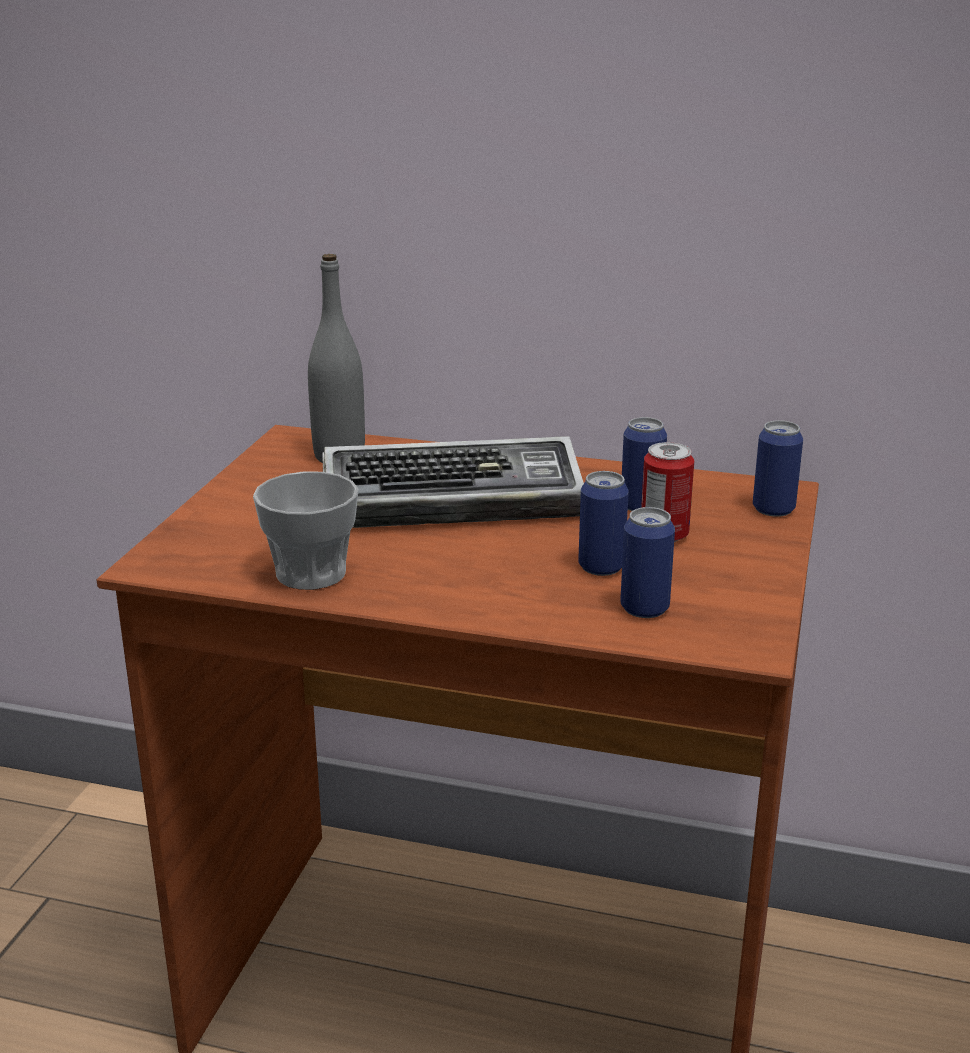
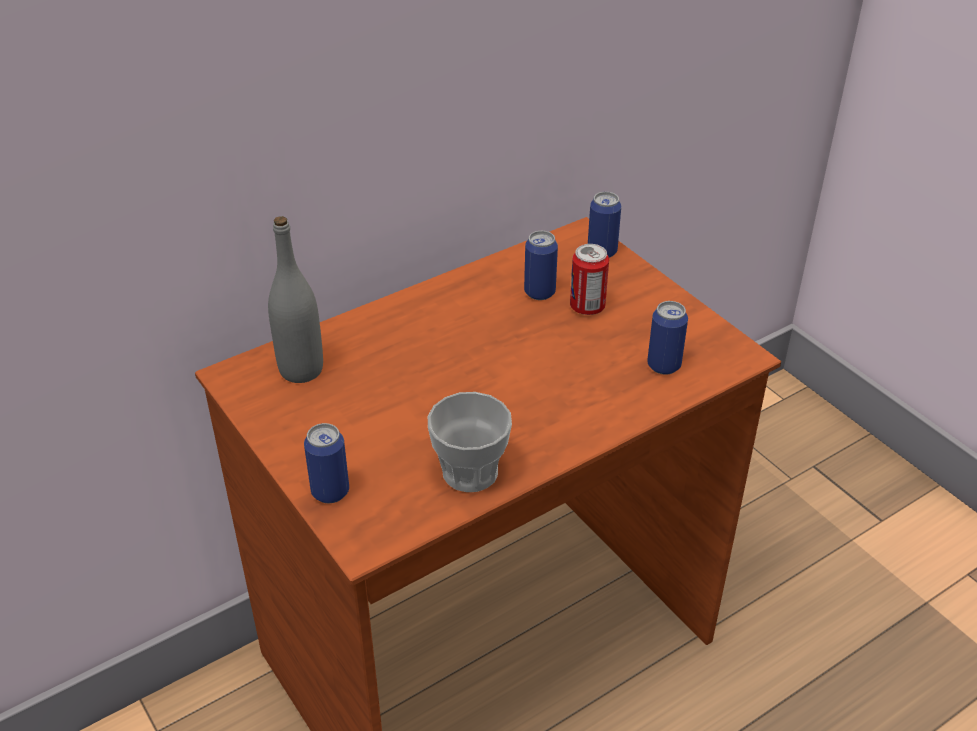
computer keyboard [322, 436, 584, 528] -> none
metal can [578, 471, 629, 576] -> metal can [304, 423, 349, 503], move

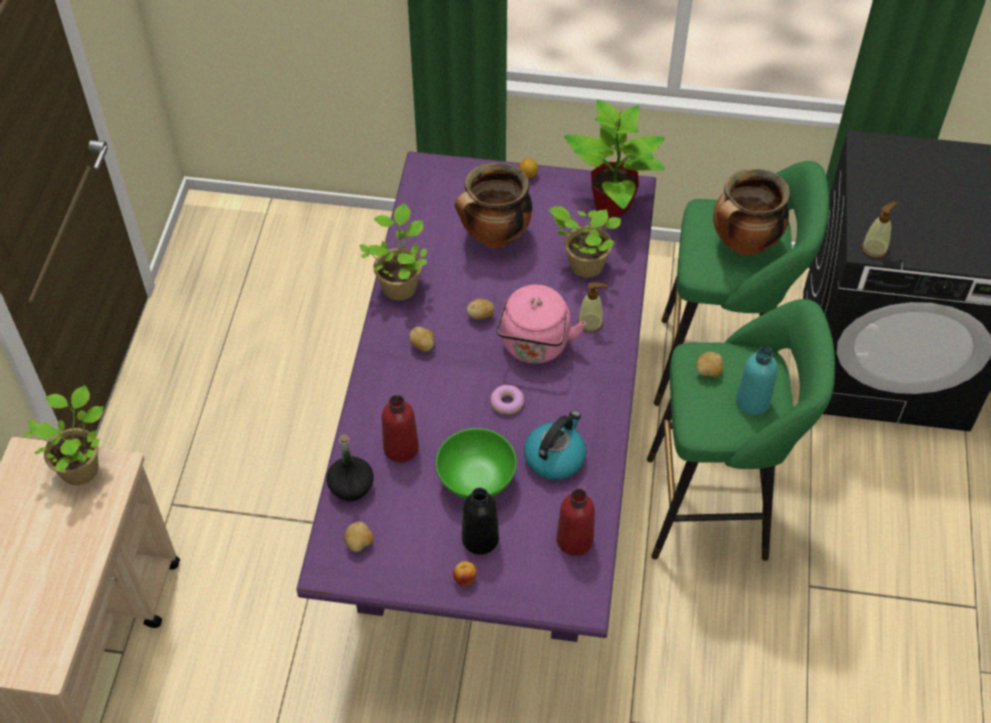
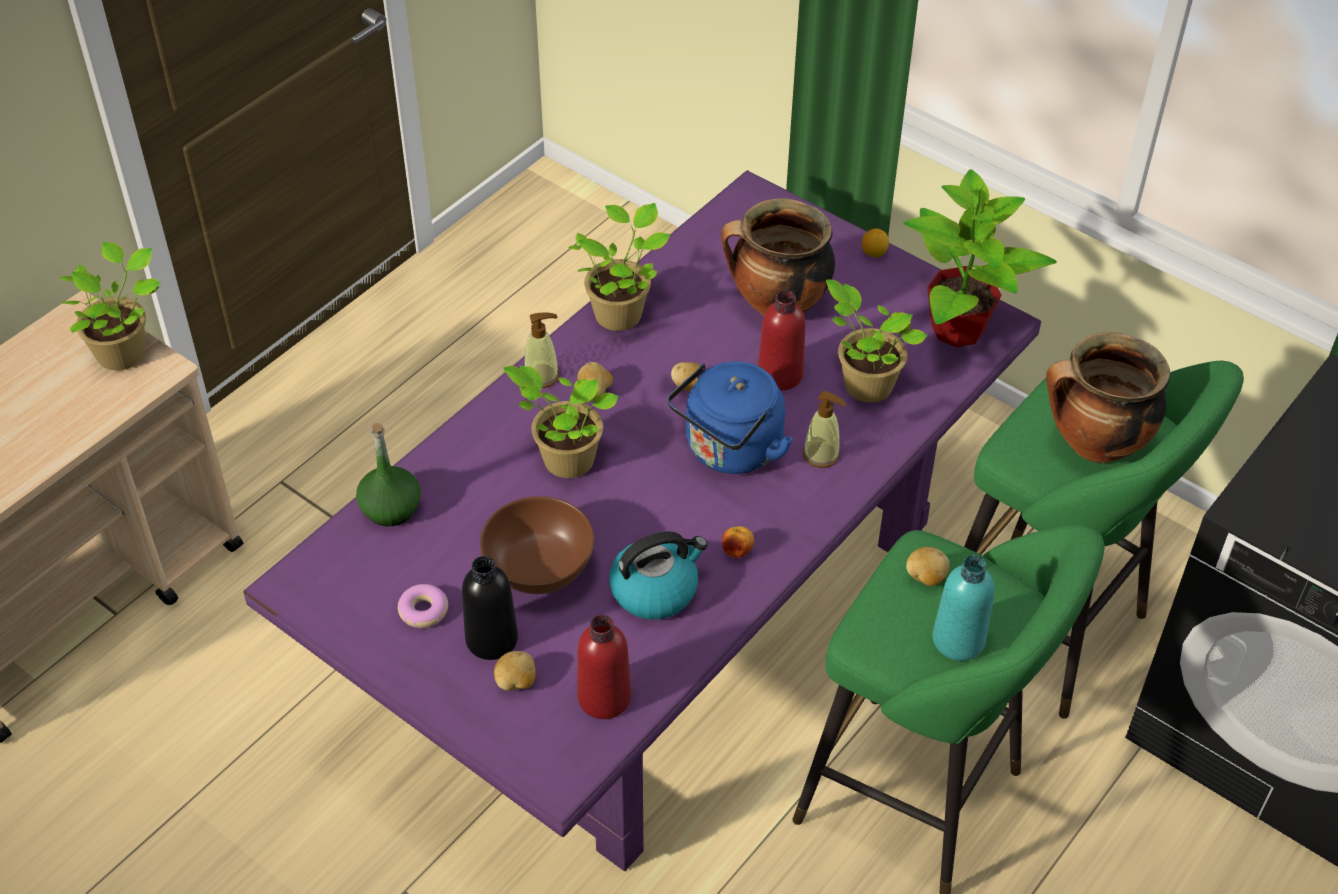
none -> potted plant [503, 366, 618, 478]
potato [344, 522, 373, 552] -> potato [494, 651, 536, 691], move
beverage bottle/reddish [382, 395, 419, 463] -> beverage bottle/reddish [758, 290, 806, 391], move
whole apple [453, 561, 477, 586] -> whole apple [722, 526, 754, 558], move
ring doughnut [491, 385, 524, 415] -> ring doughnut [398, 584, 448, 628], move
soap bottle [862, 201, 897, 258] -> soap bottle [524, 312, 559, 388], move
beverage bottle/black [327, 434, 374, 501] -> beverage bottle/greenish [356, 423, 421, 526]
deep dish/greenish [436, 428, 517, 499] -> deep dish/brownish [480, 496, 595, 594]
water kettle/pinkish [496, 285, 586, 364] -> water kettle/blue [668, 361, 793, 474]

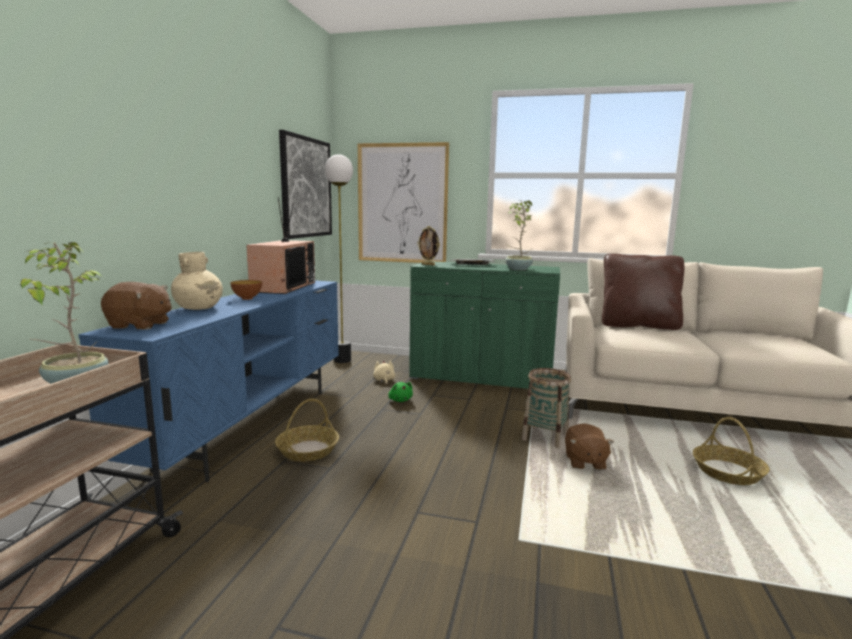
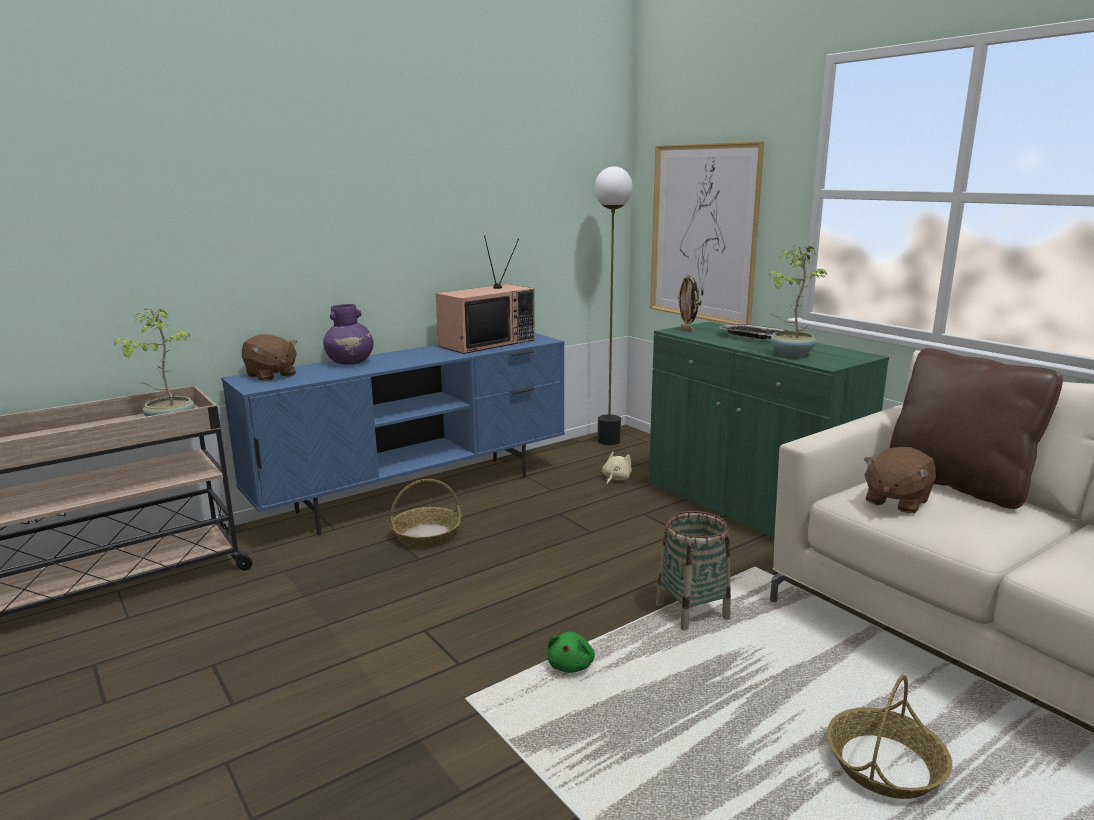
deep dish [230, 280, 262, 300] -> none
wall art [279, 130, 332, 239] -> none
plush toy/greenish [388, 382, 413, 402] -> plush toy/greenish [547, 632, 595, 673], move
plush toy/brownish [565, 423, 614, 470] -> plush toy/brownish [863, 447, 936, 514], move
vase/beige [171, 252, 223, 310] -> vase/purple-coloured [323, 304, 374, 364]

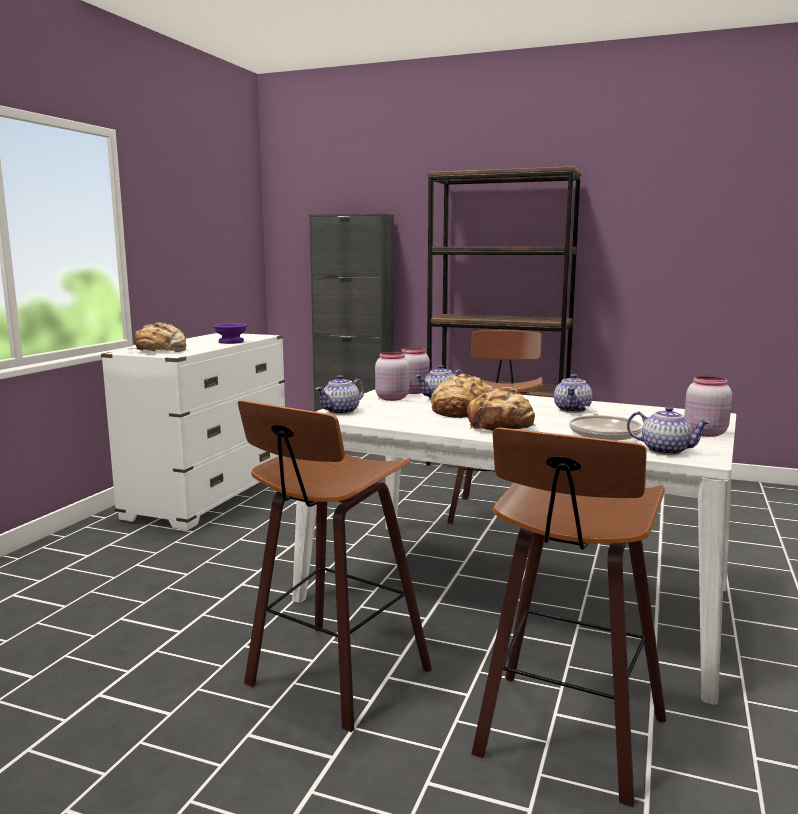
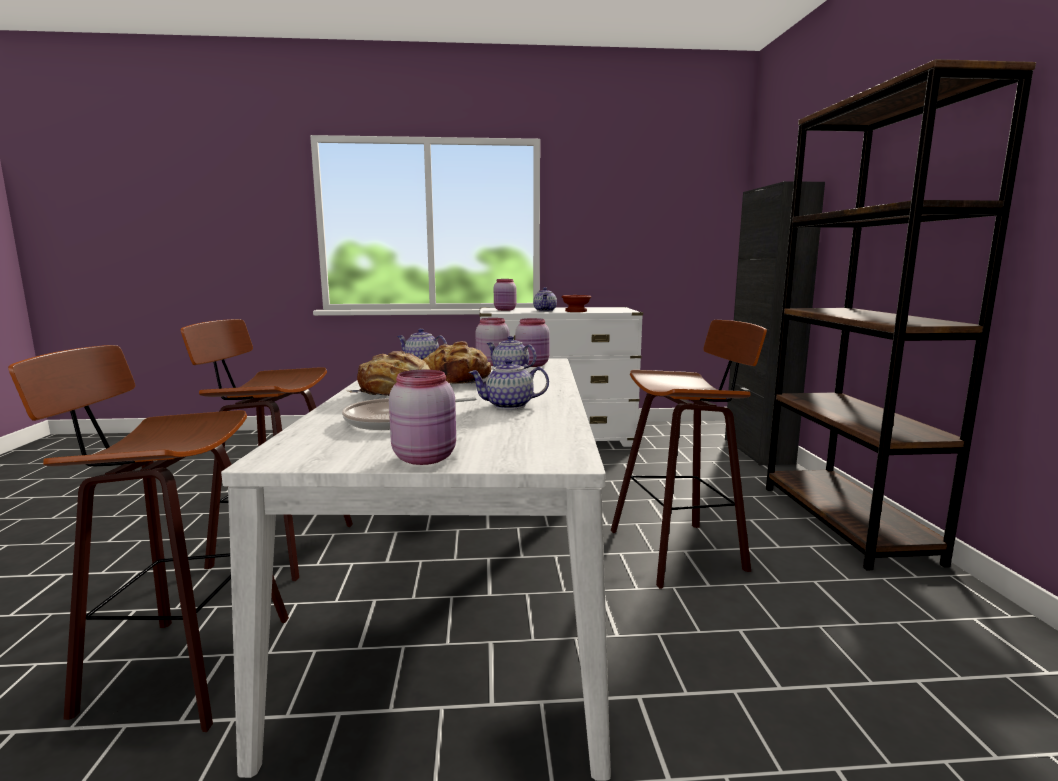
teapot [627, 406, 711, 455] -> teapot [533, 287, 557, 312], move
baked bread [126, 322, 186, 352] -> jar/pinkish [494, 279, 517, 311]
deep dish/purple-coloured [213, 323, 248, 344] -> deep dish/brownish [562, 295, 591, 312]

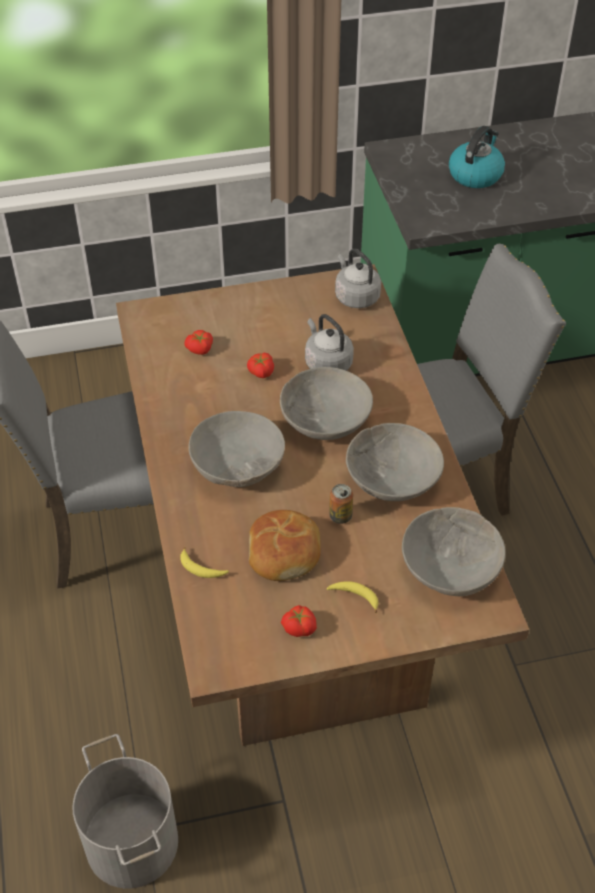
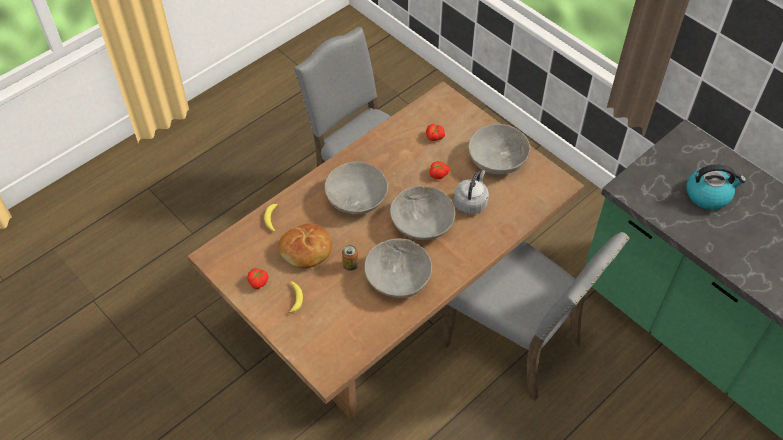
water bucket/greyish [72, 734, 178, 889] -> none
water kettle/greyish [335, 248, 381, 308] -> none
deep dish/greyish [402, 507, 506, 596] -> deep dish/greyish [468, 124, 530, 175], move

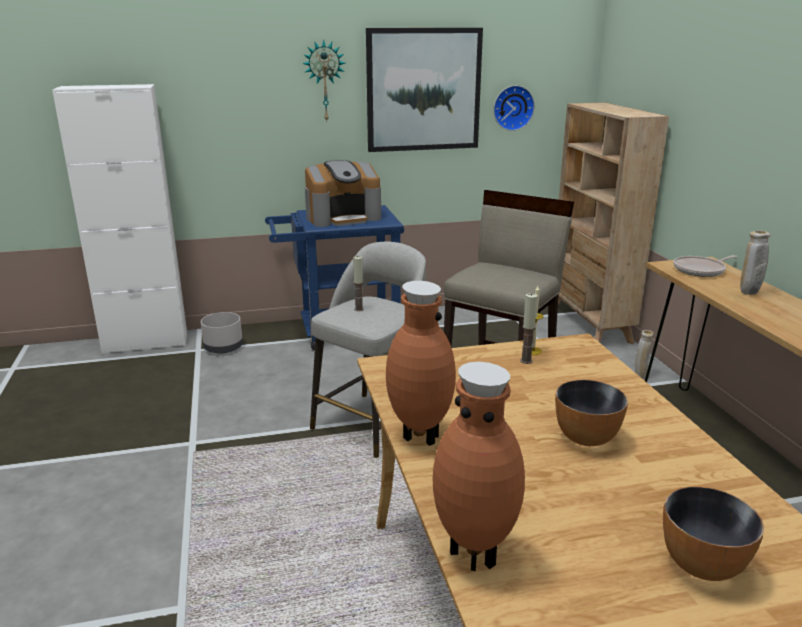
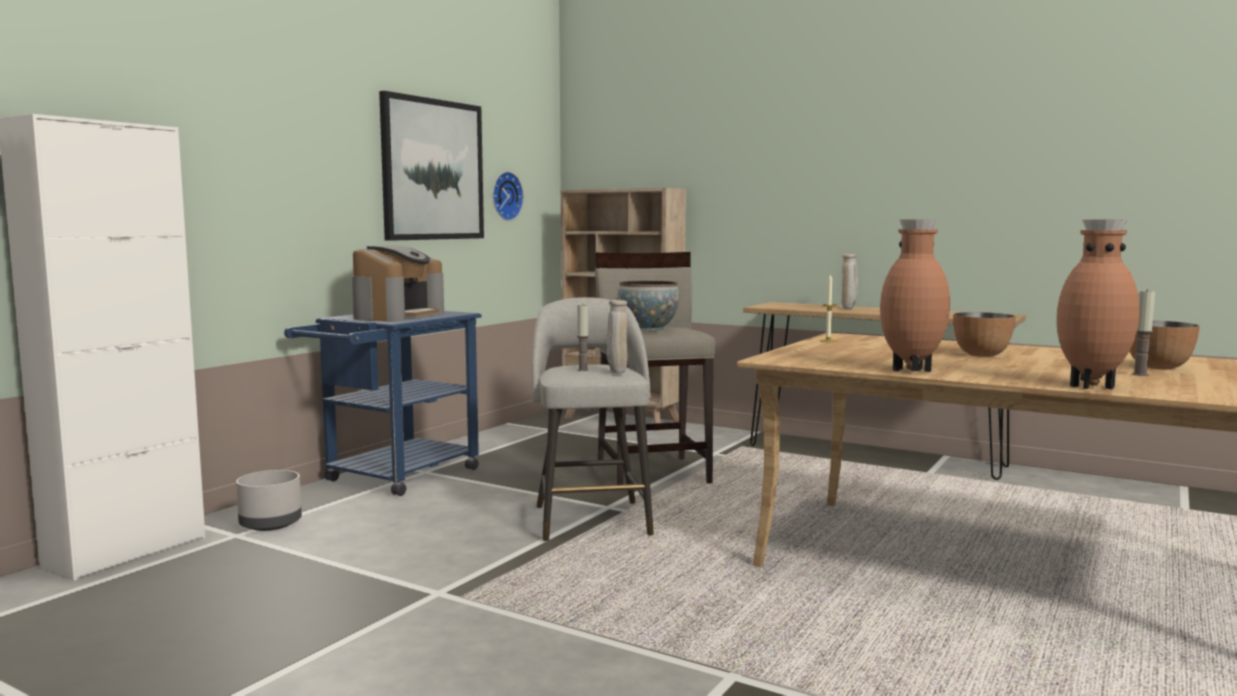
wall clock [302, 39, 345, 122] -> none
skillet [673, 255, 737, 277] -> none
none -> deep dish [618, 281, 679, 332]
wax light [520, 293, 538, 364] -> wax light [1132, 289, 1155, 376], move
vase/beige [635, 330, 654, 379] -> vase/beige [607, 299, 628, 374], move

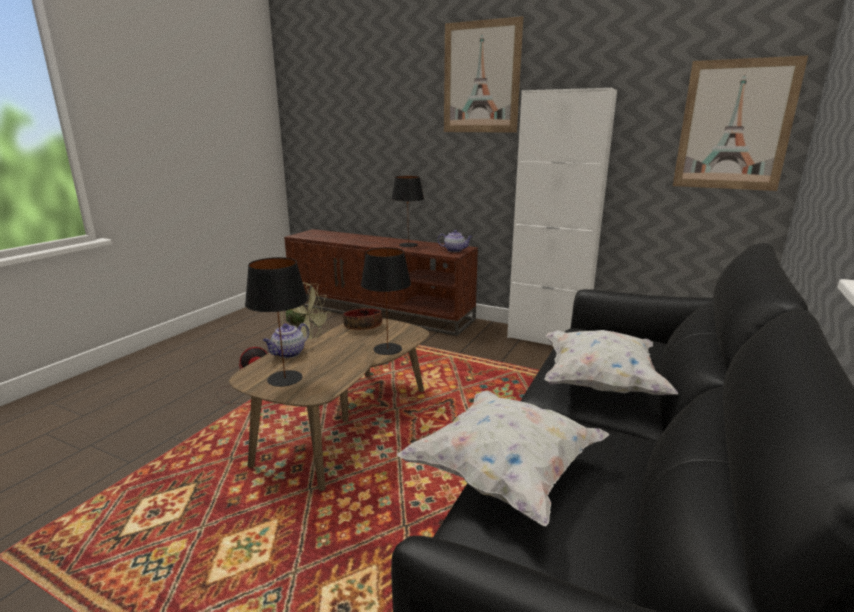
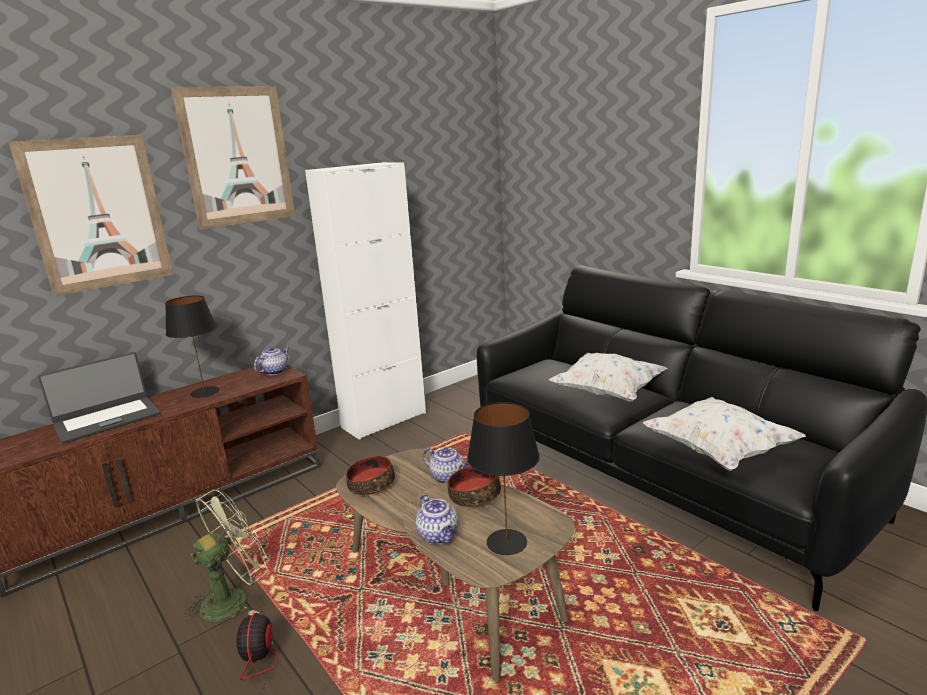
none -> laptop [38, 352, 160, 444]
none -> deep dish [448, 466, 501, 507]
wall art [673, 56, 808, 191] -> wall art [9, 135, 173, 296], move
tabletop lamp/black [361, 248, 411, 355] -> teapot [423, 447, 469, 483]

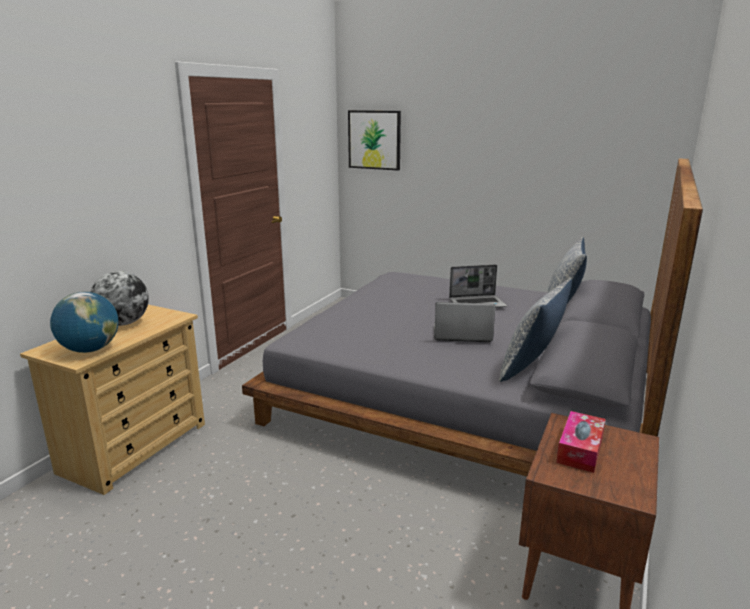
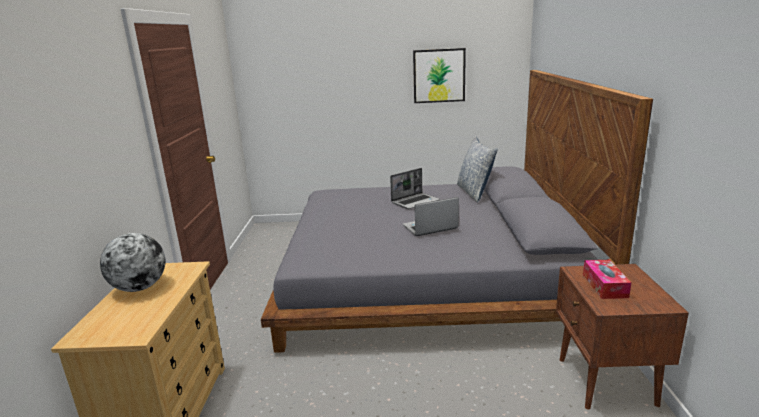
globe [50, 292, 118, 353] -> none
throw pillow [499, 279, 572, 382] -> none
wall art [348, 110, 401, 171] -> wall art [413, 48, 466, 103], move

